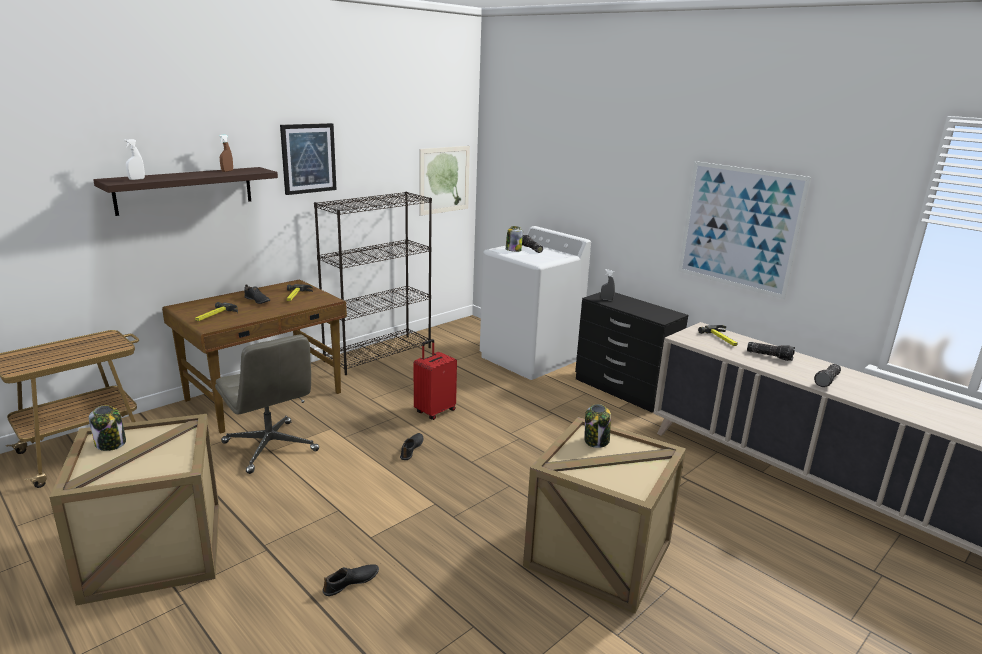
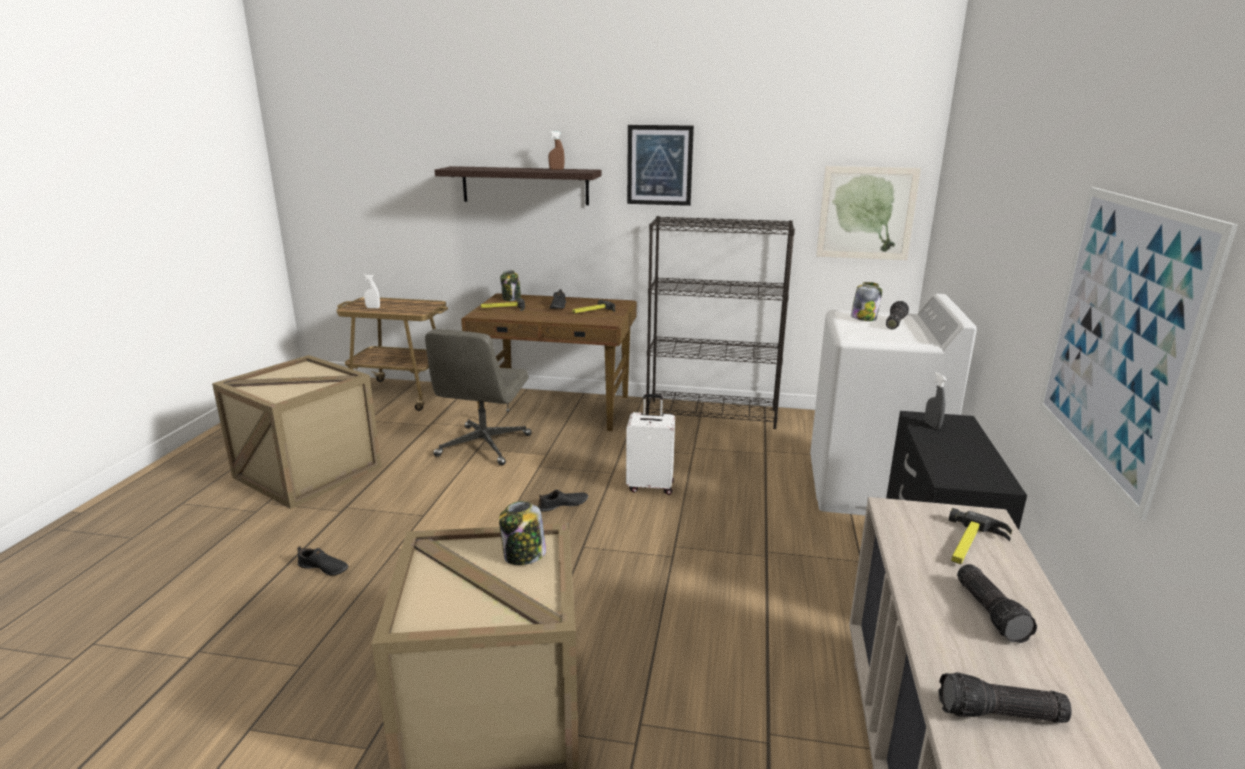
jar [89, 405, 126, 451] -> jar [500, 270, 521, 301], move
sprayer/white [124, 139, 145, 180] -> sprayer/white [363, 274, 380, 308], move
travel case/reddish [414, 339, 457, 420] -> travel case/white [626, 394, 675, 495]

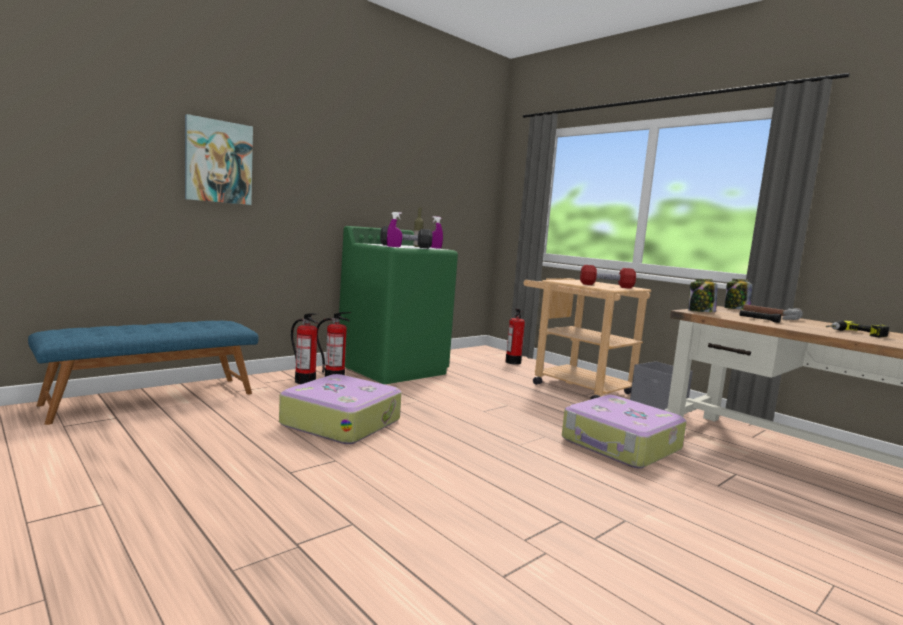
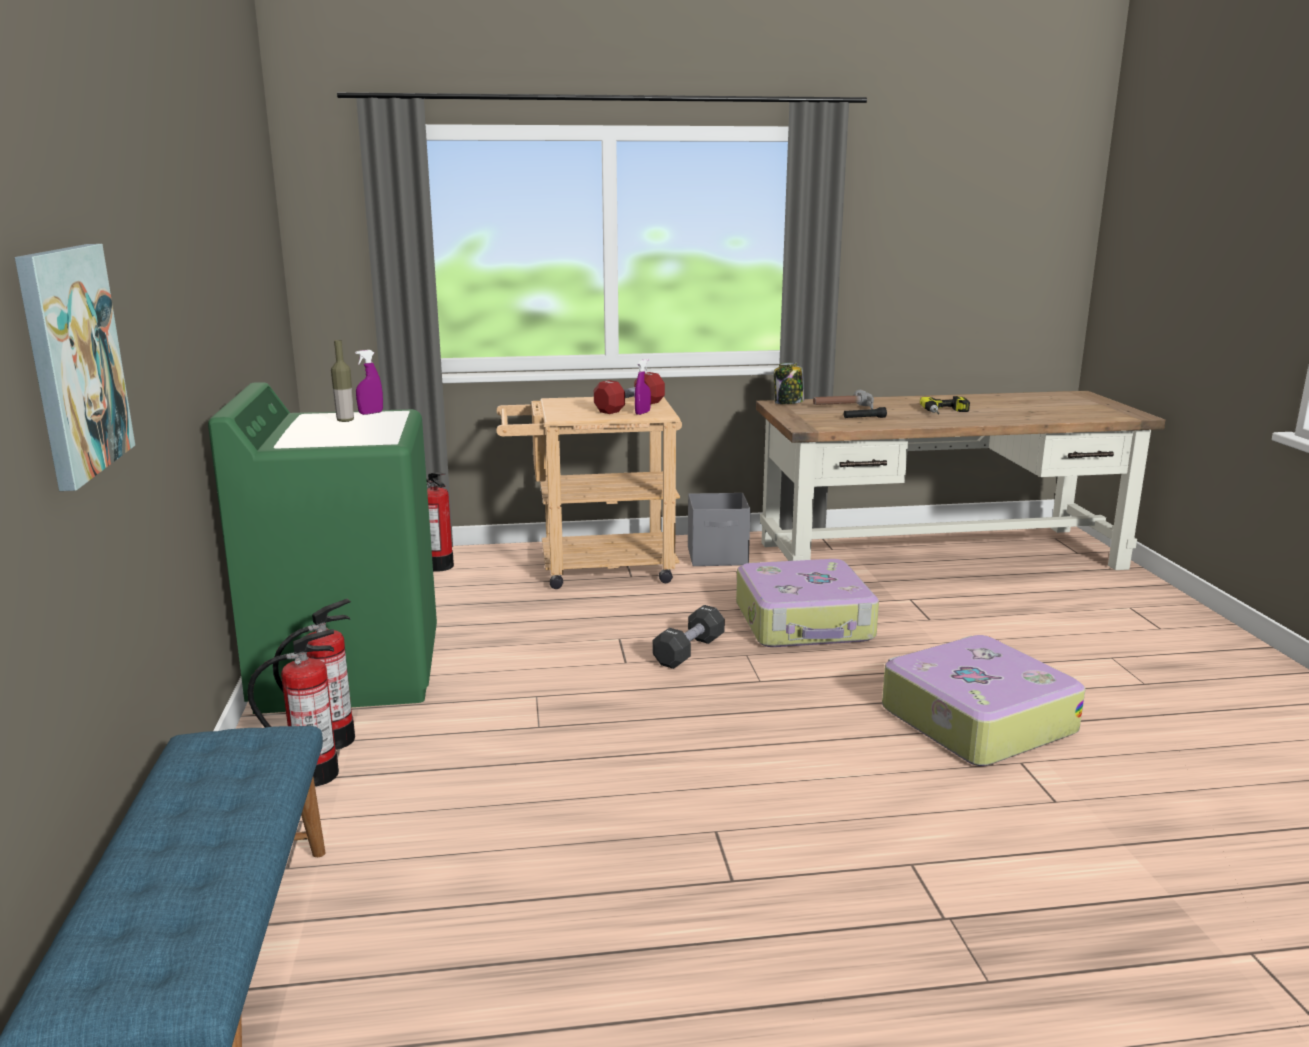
jar [688, 279, 718, 312] -> none
travel case [279, 374, 402, 444] -> travel case [882, 635, 1086, 766], move
free weight/black [380, 226, 433, 249] -> free weight/black [652, 605, 725, 669], move
sprayer/purple-coloured [387, 212, 402, 247] -> sprayer/purple-coloured [635, 359, 651, 415], move

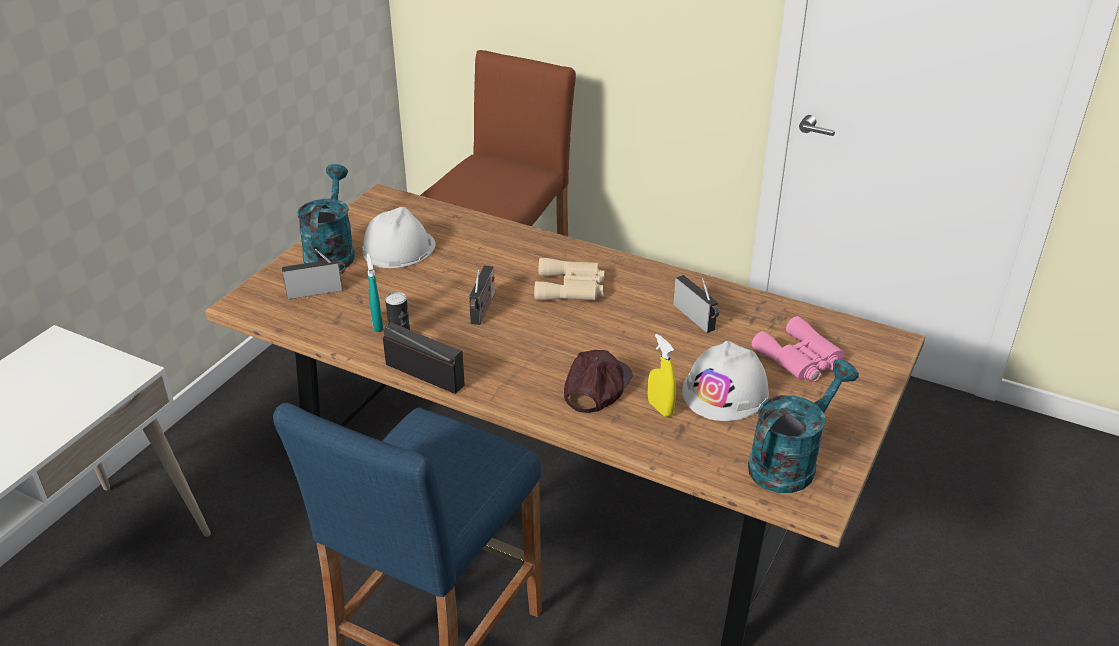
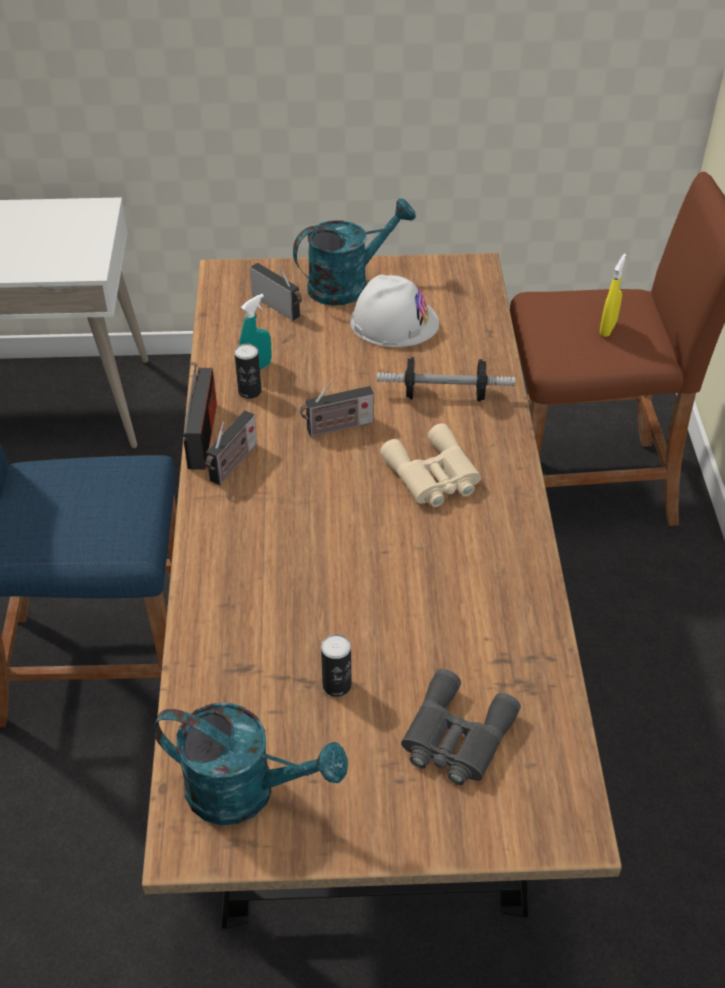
baseball cap/brownish [564, 350, 633, 413] -> none
none -> free weight [377, 357, 515, 402]
sprayer/yellow [648, 334, 676, 417] -> sprayer/yellow [600, 254, 626, 337], move
radio set [673, 275, 719, 333] -> radio set [205, 410, 257, 485], move
hard hat/white [682, 341, 769, 421] -> metal can [321, 634, 351, 697]
pair of binoculars/pinkish [752, 316, 844, 382] -> pair of binoculars/greyish [401, 669, 521, 785]

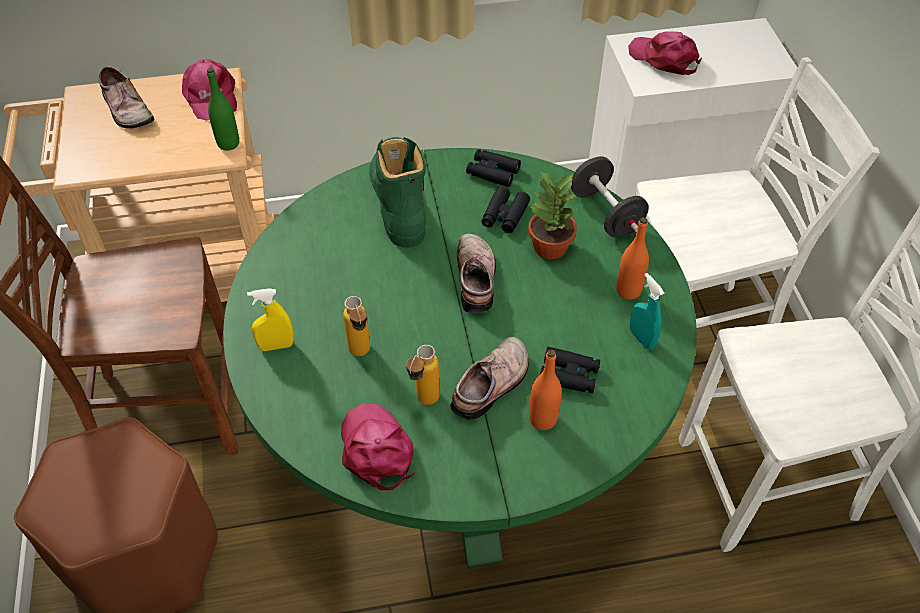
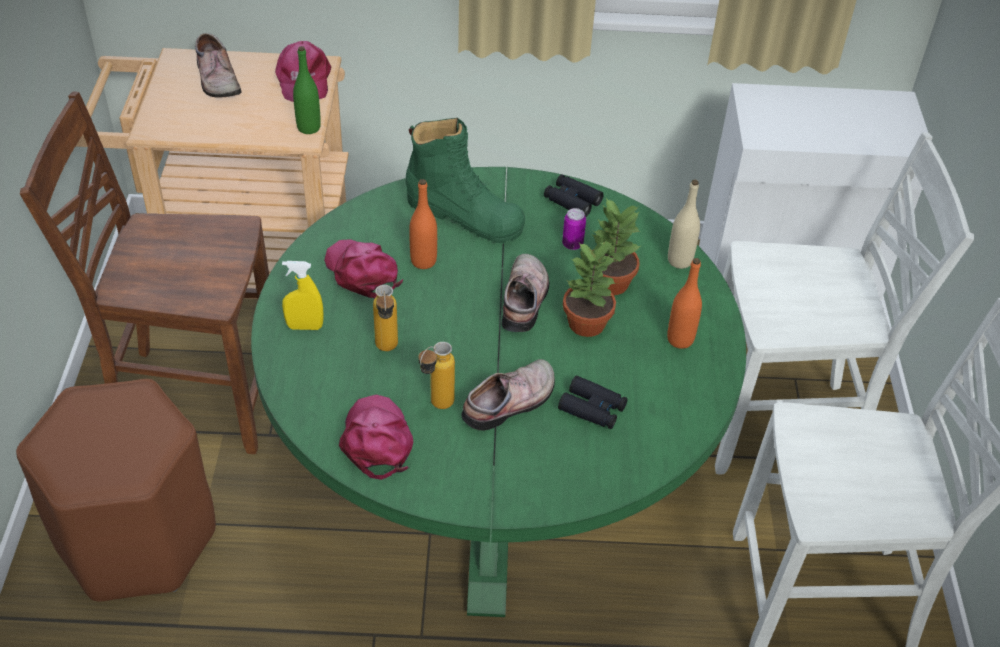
sprayer/turquoise-coloured [630, 273, 664, 350] -> none
none -> potted plant [563, 240, 616, 337]
beverage bottle/orange-coloured [529, 350, 562, 430] -> beverage bottle/orange-coloured [409, 179, 437, 269], move
baseball cap/pinkish [628, 32, 702, 75] -> baseball cap/pinkish [324, 239, 403, 298], move
pair of binoculars/black [481, 186, 530, 233] -> metal can [562, 208, 586, 250]
free weight/black [571, 156, 649, 237] -> beverage bottle/beige [668, 180, 700, 269]
boot/greenish [369, 137, 427, 248] -> boot/greenish [406, 118, 525, 243], 120 degrees clockwise

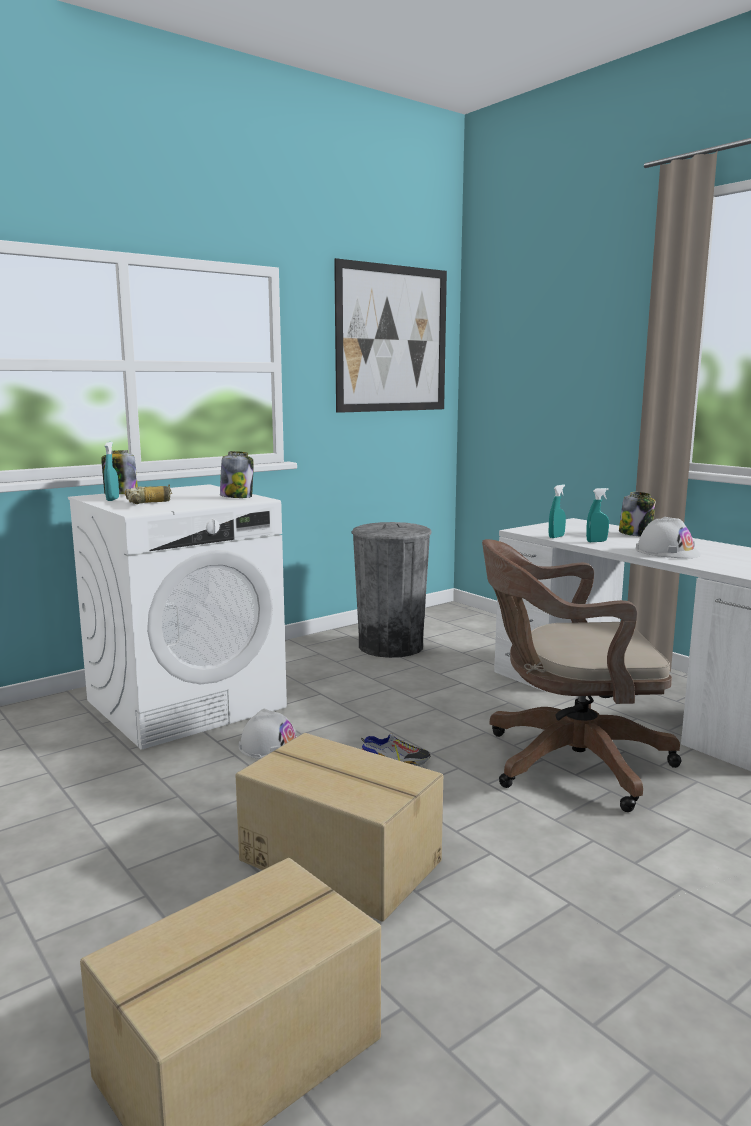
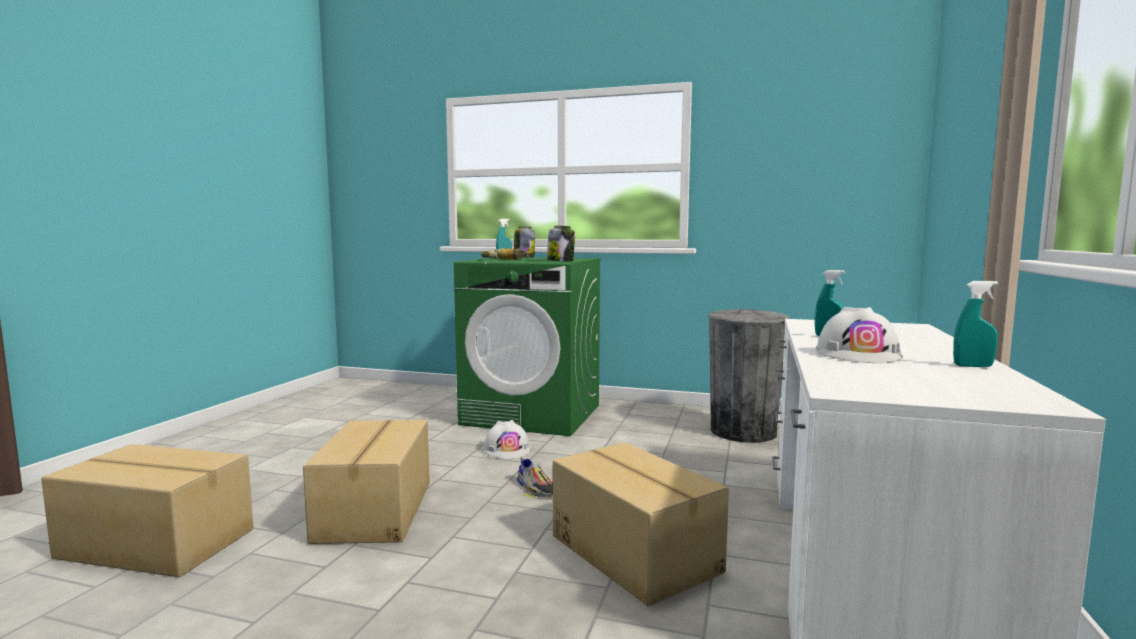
wall art [334, 258, 447, 413] -> none
jar [619, 492, 656, 536] -> none
sprayer/turquoise-coloured [549, 484, 566, 538] -> sprayer/turquoise-coloured [953, 281, 998, 367], move
desk chair/brownish [482, 539, 681, 812] -> cardboard box [553, 442, 729, 607]
washing machine/white [68, 484, 287, 750] -> washing machine/greenish [454, 257, 601, 436]

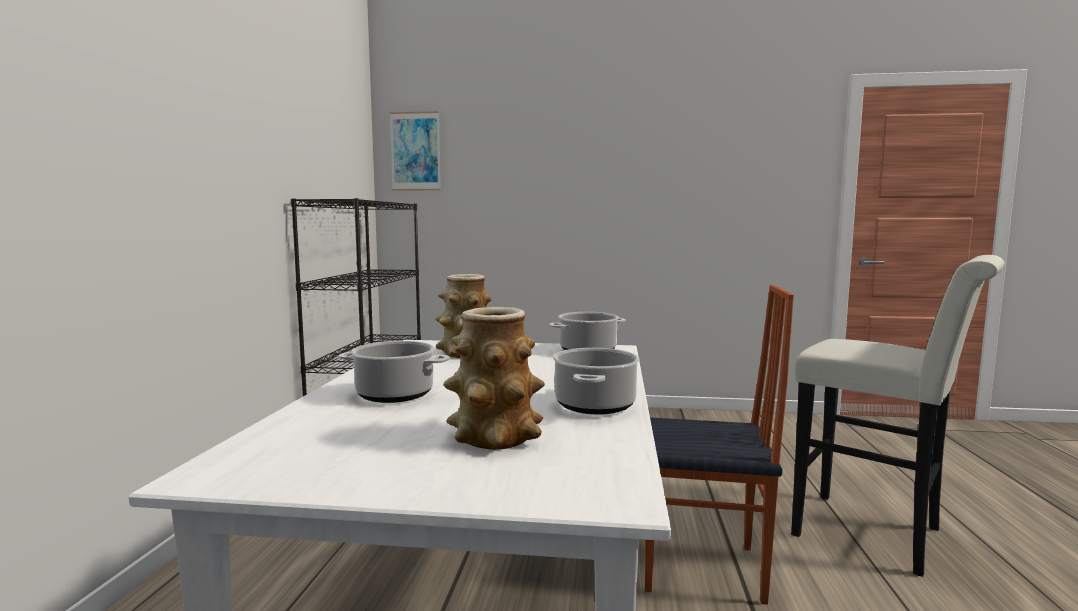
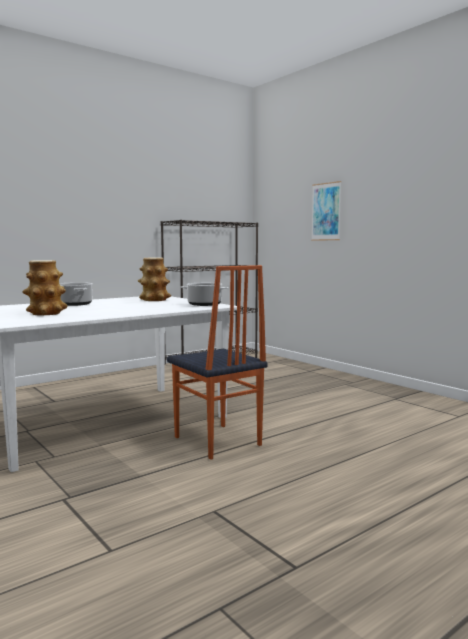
saucepot [553, 348, 639, 415] -> none
sitting stool/white [791, 255, 1005, 577] -> none
wall art [390, 111, 441, 191] -> wall art [311, 181, 342, 241], move

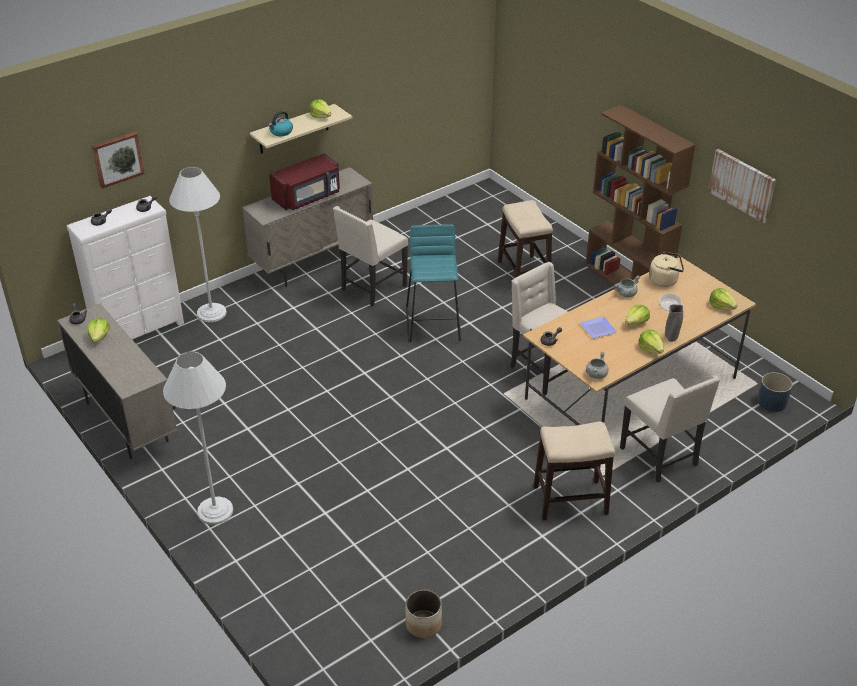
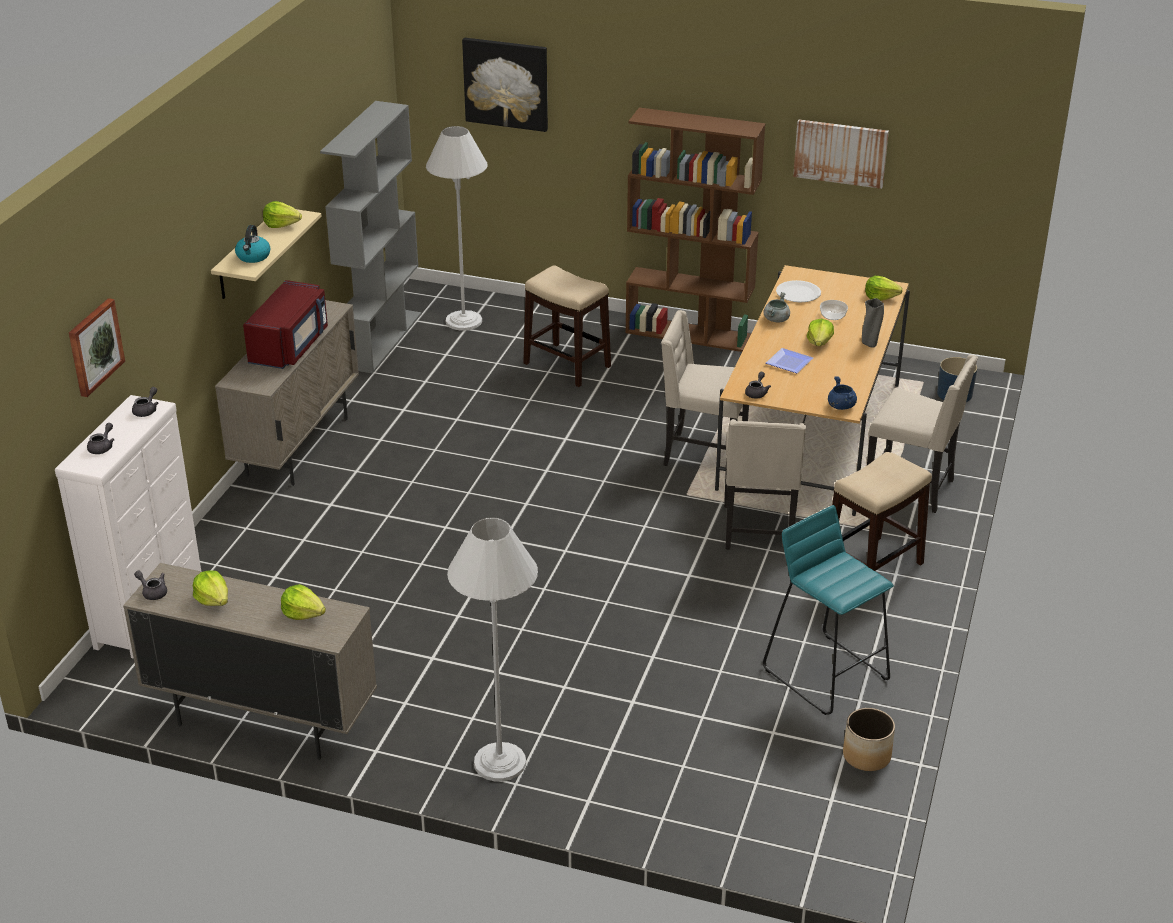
none -> shelving unit/greyish [320, 101, 421, 373]
none -> wall art [462, 38, 548, 132]
standard lamp/white [169, 166, 227, 322] -> standard lamp/white [426, 126, 488, 331], move
chair/beige [333, 206, 408, 307] -> chair/beige [724, 419, 806, 550], move
sitting stool/turquoise-coloured [406, 224, 462, 342] -> sitting stool/turquoise-coloured [763, 505, 894, 715], move
head of lettuce [639, 330, 664, 354] -> head of lettuce [281, 584, 326, 620], move
water kettle/beige [649, 252, 684, 287] -> flat dish/white [776, 280, 821, 302]
saucepot/greyish [586, 352, 609, 379] -> saucepot/blue [828, 376, 857, 410]

